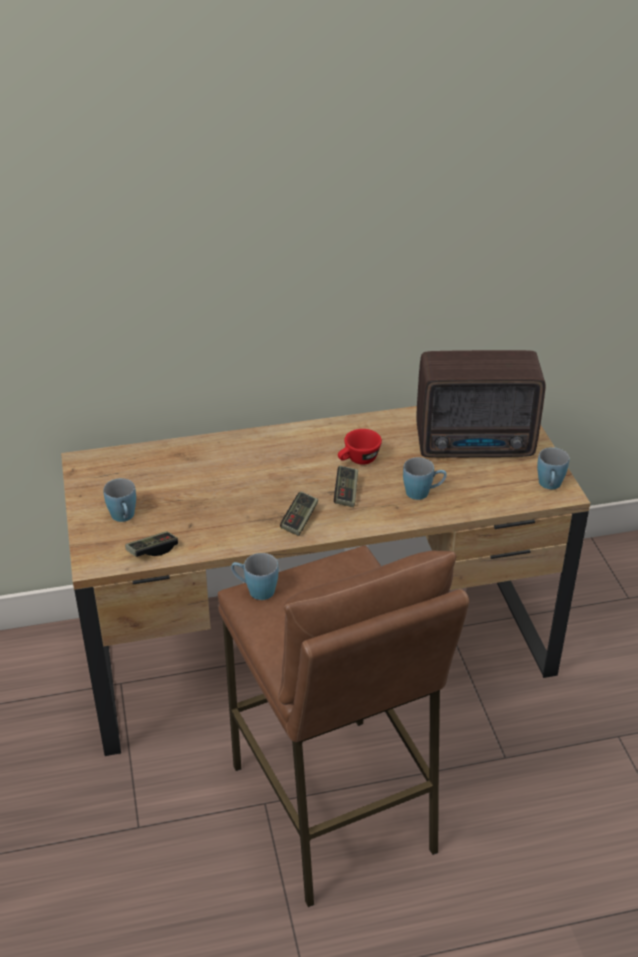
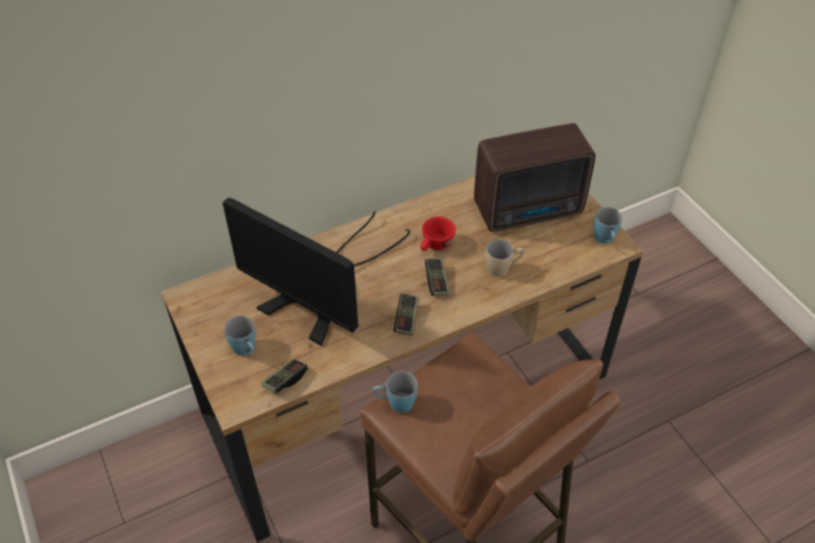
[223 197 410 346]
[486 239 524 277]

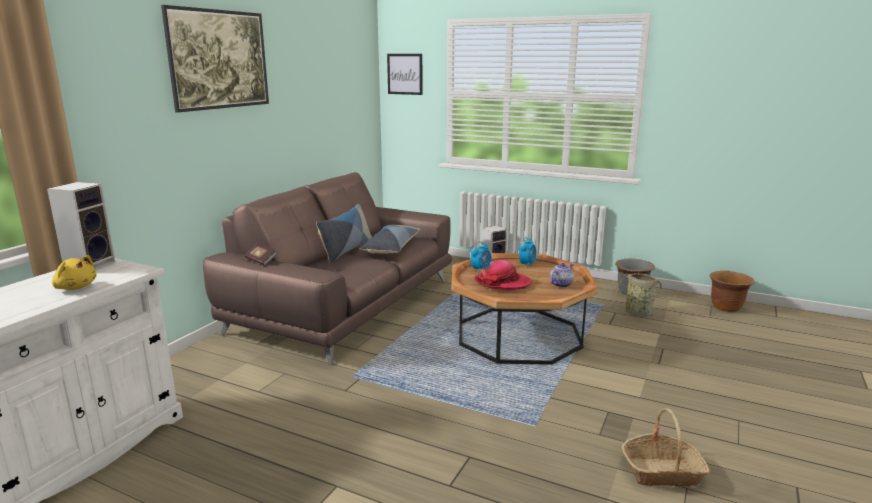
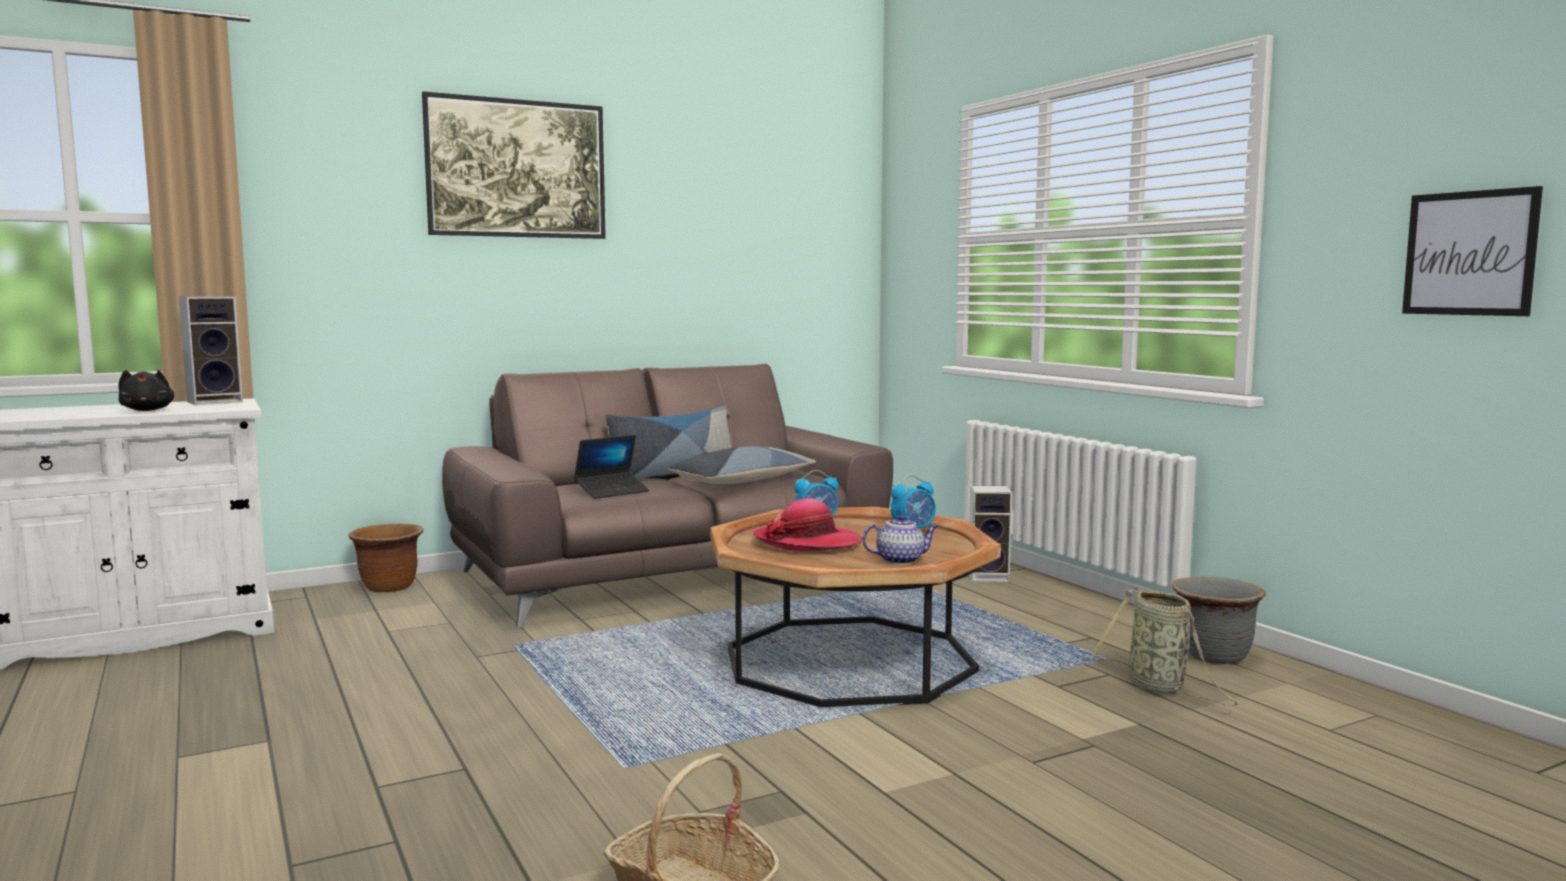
[244 243 277 266] (first image)
[574 435 649 499]
[1402 186 1543 316]
[348 524 424 592]
[118 370 174 411]

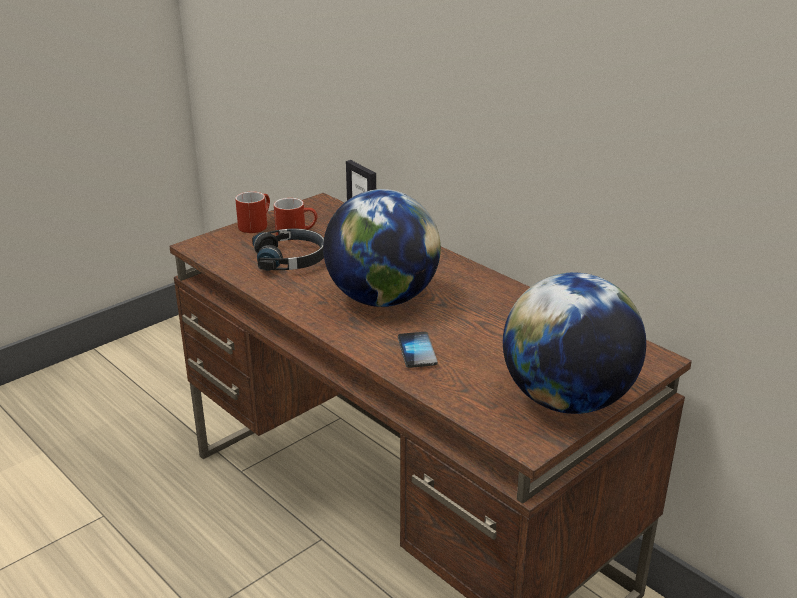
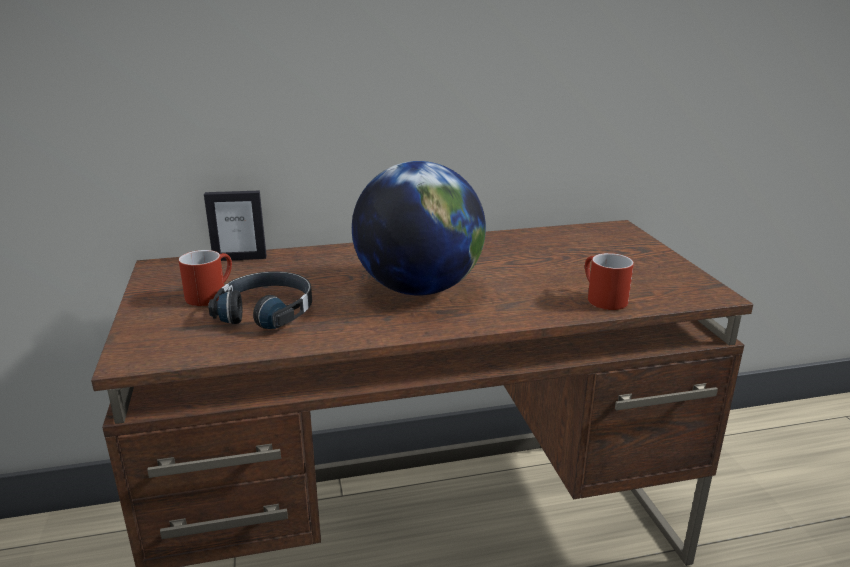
[398 332 438 368] (first image)
[503 273 646 414] (first image)
[585 253 634 310]

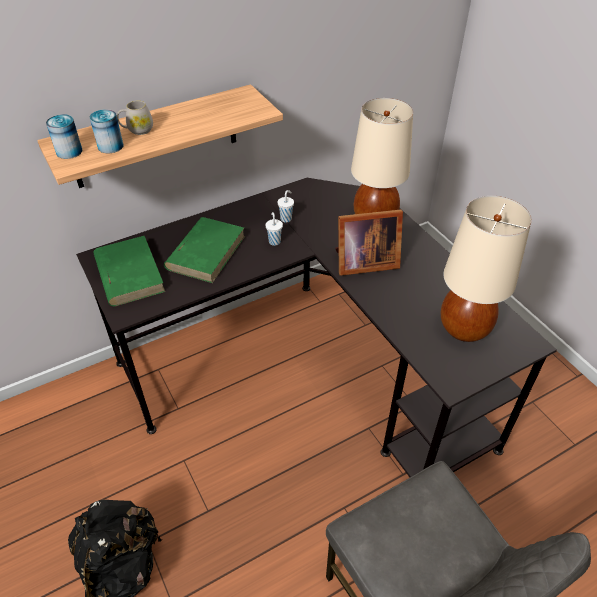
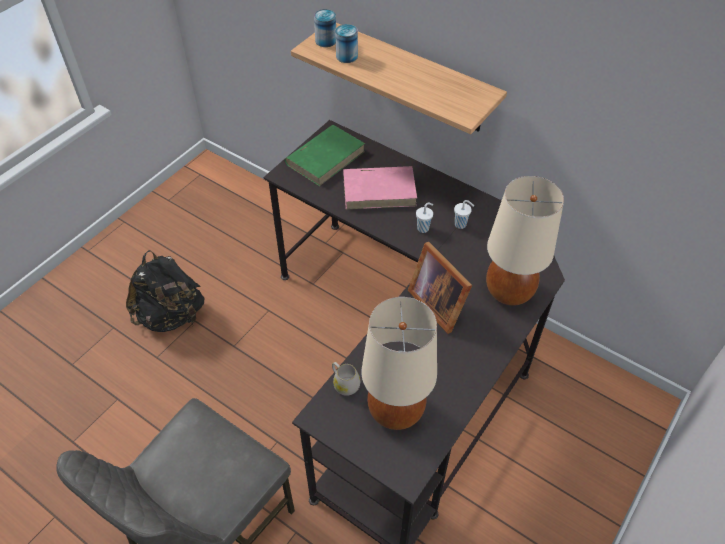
[332 362 360 396]
[343 166 417 210]

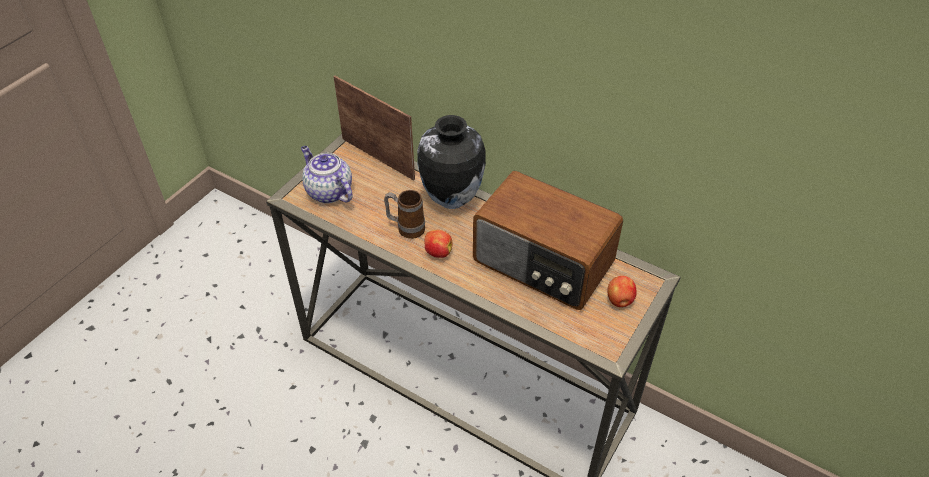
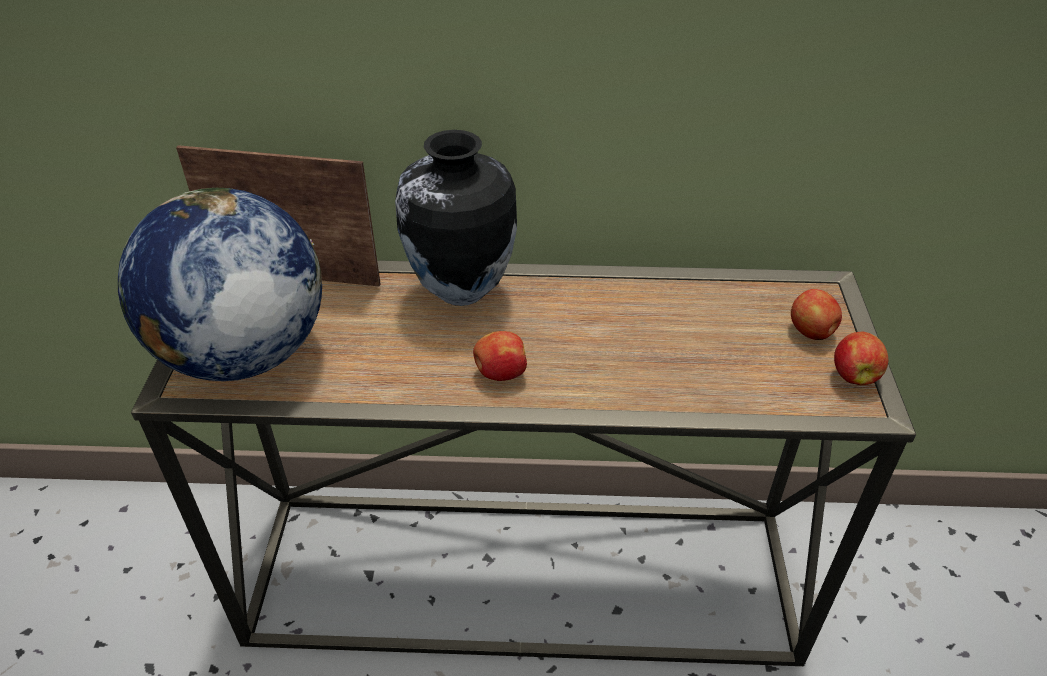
[384 190 425 239] (first image)
[473 171 623 310] (first image)
[834 332 888 385]
[118 188 322 381]

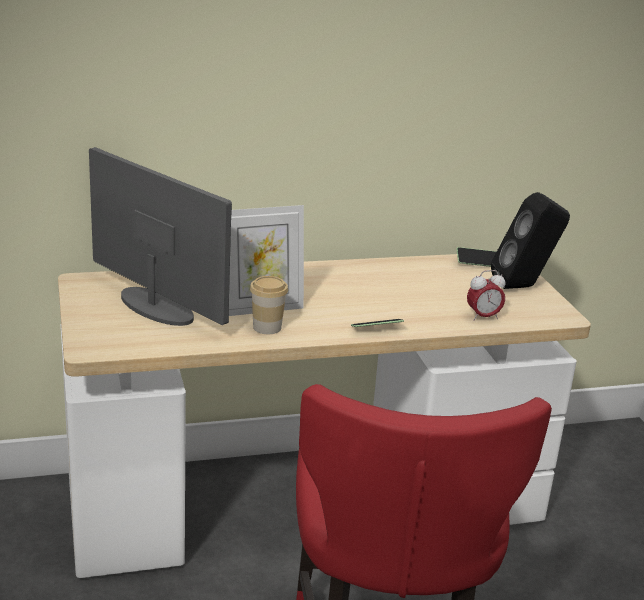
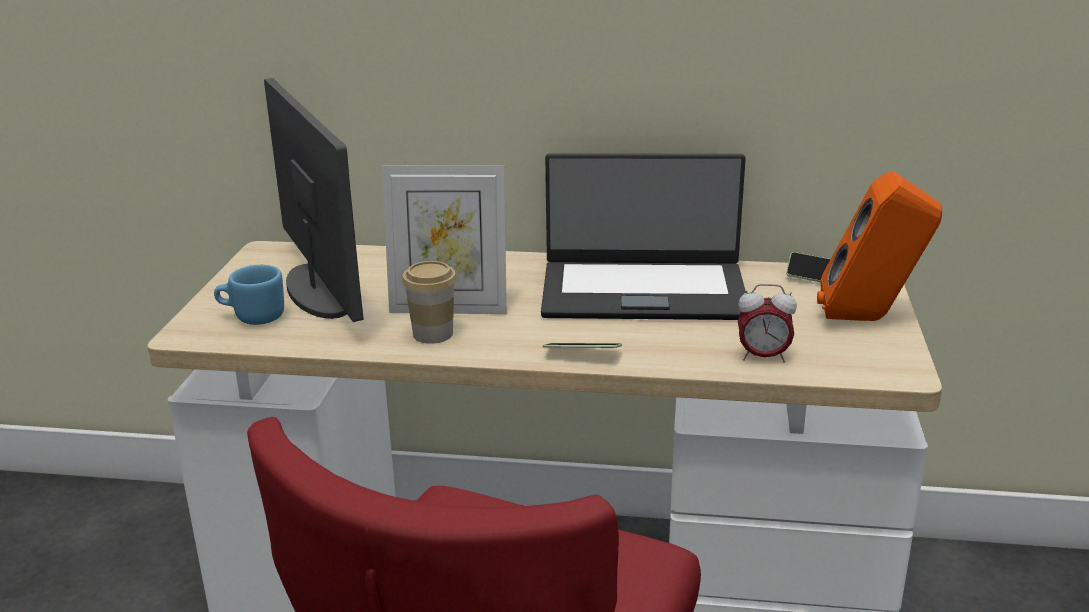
[214 265 284 325]
[541 153 746 320]
[817 171 942 321]

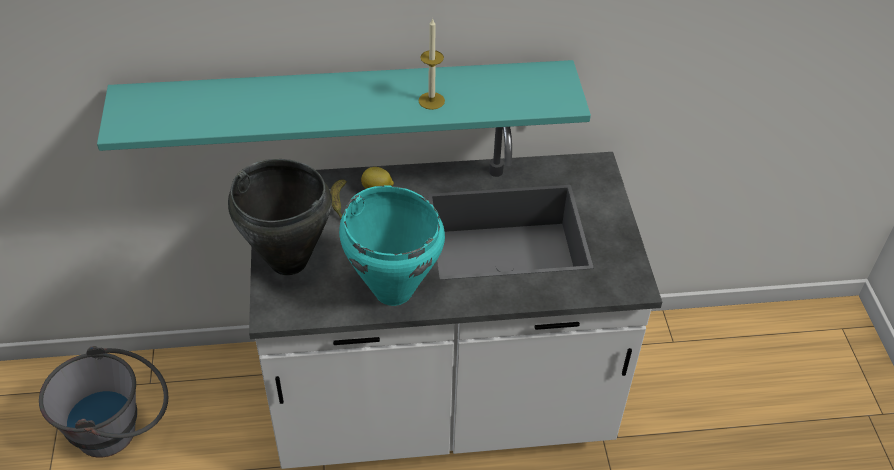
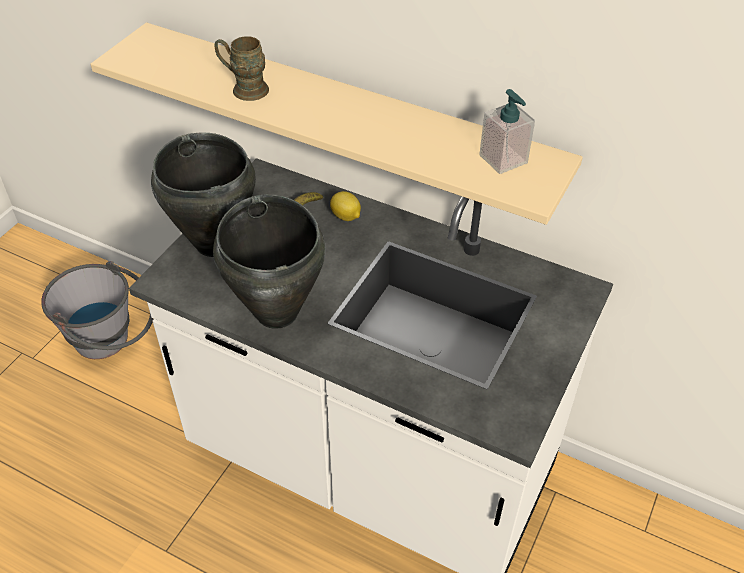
[419 18 445 110] (first image)
[214 36 269 101]
[479 89 535 174]
[91 22 583 225]
[213 194 326 329]

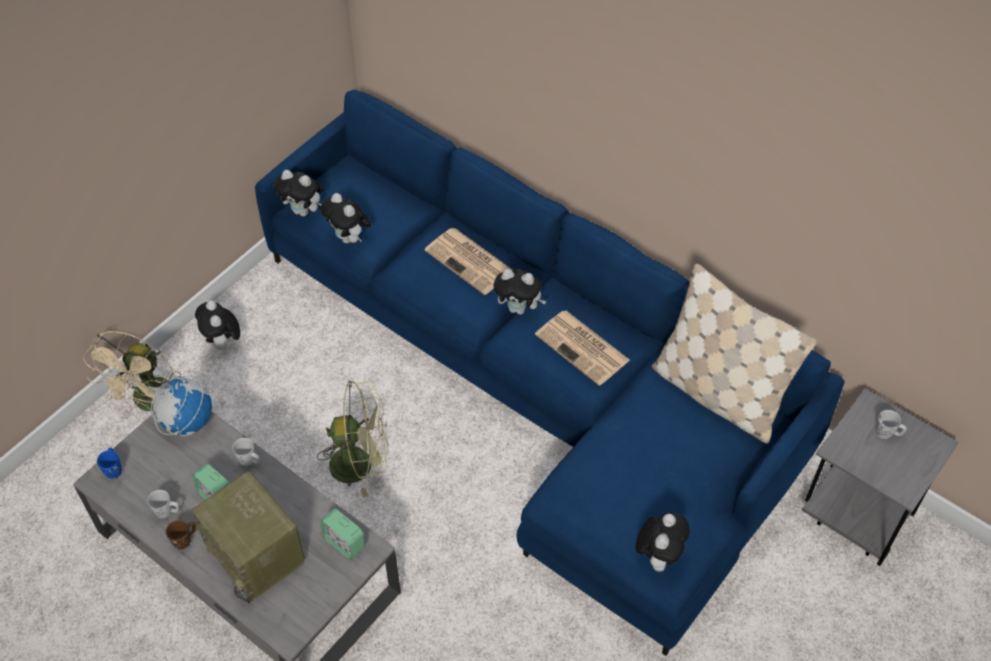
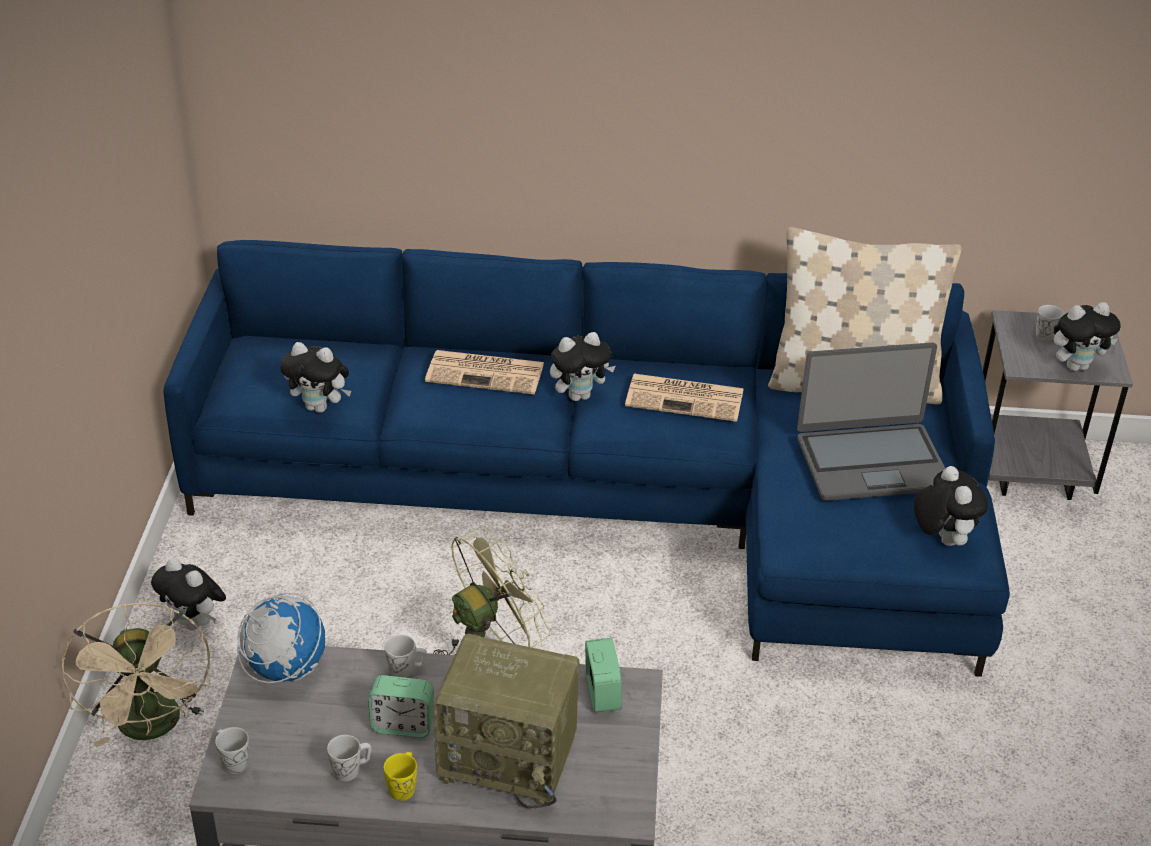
[797 343 946 501]
[1054 302 1121 371]
[215 727 249 774]
[384 752 417 801]
[585 638 621 712]

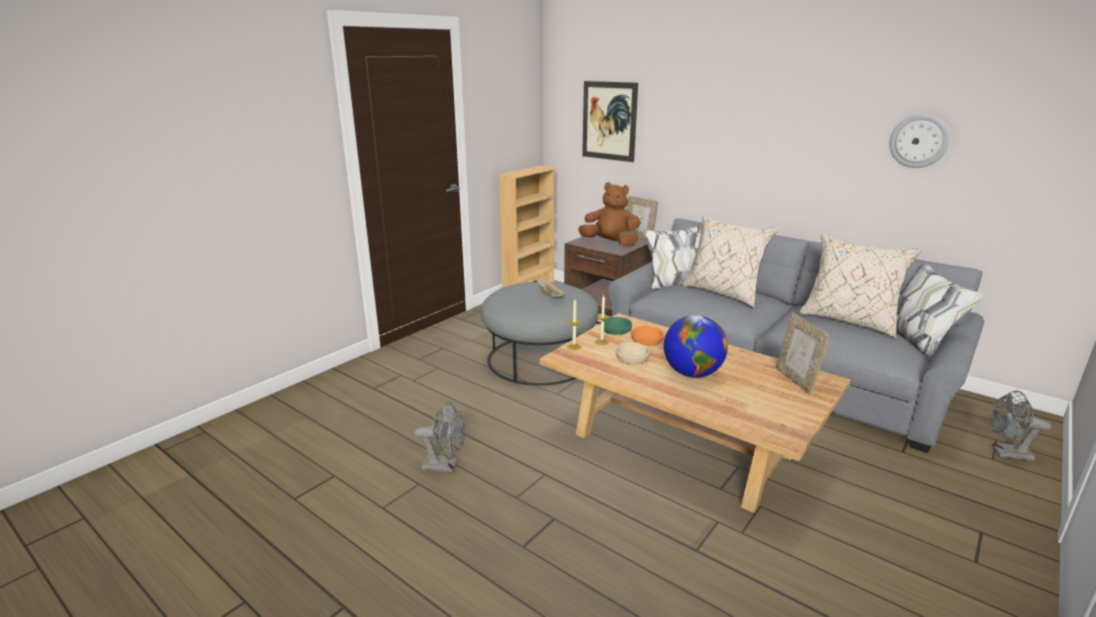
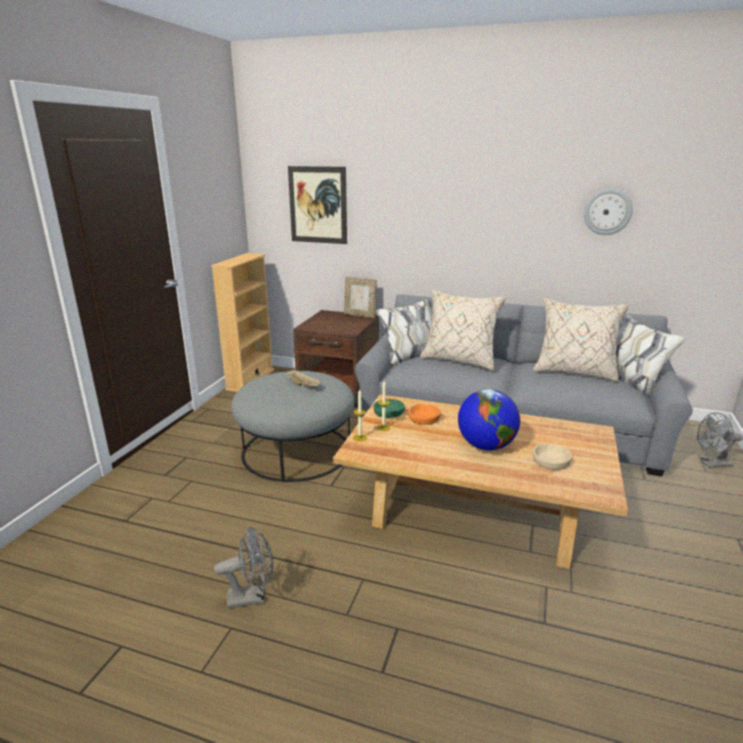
[578 182 641 246] (first image)
[776 313 830 395] (first image)
[533 443 572 470]

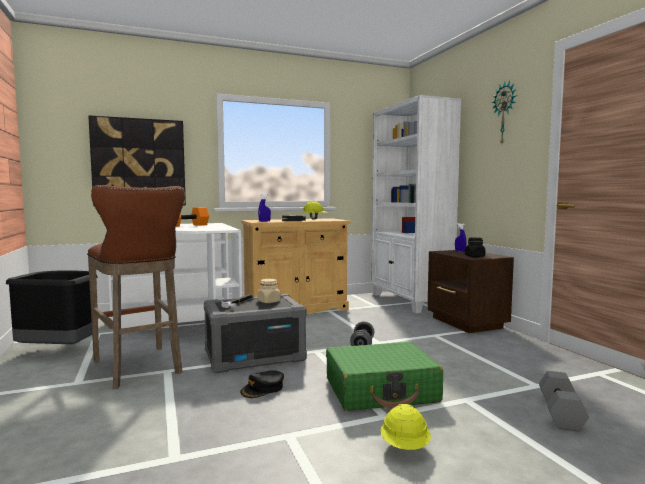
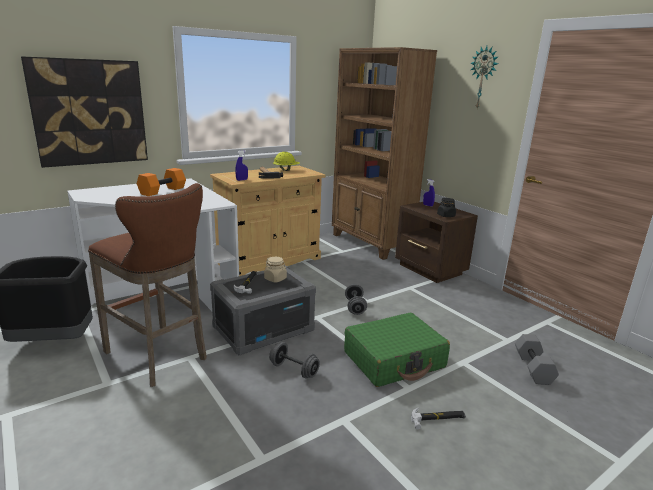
[269 342 320 378]
[411 408 466 429]
[332 47 437 260]

